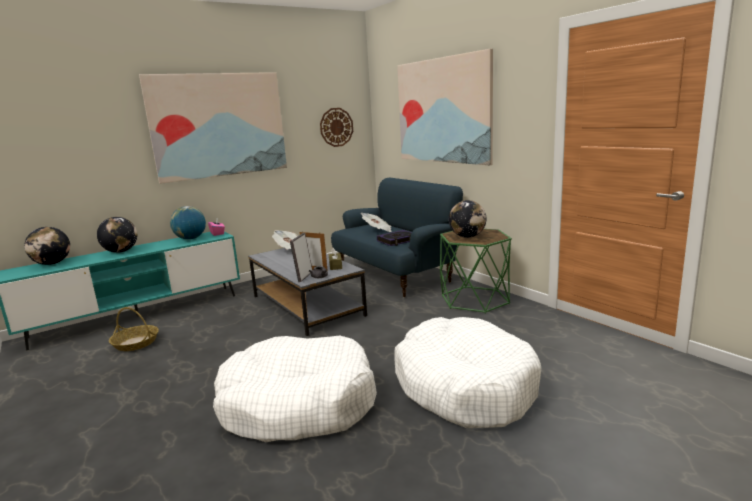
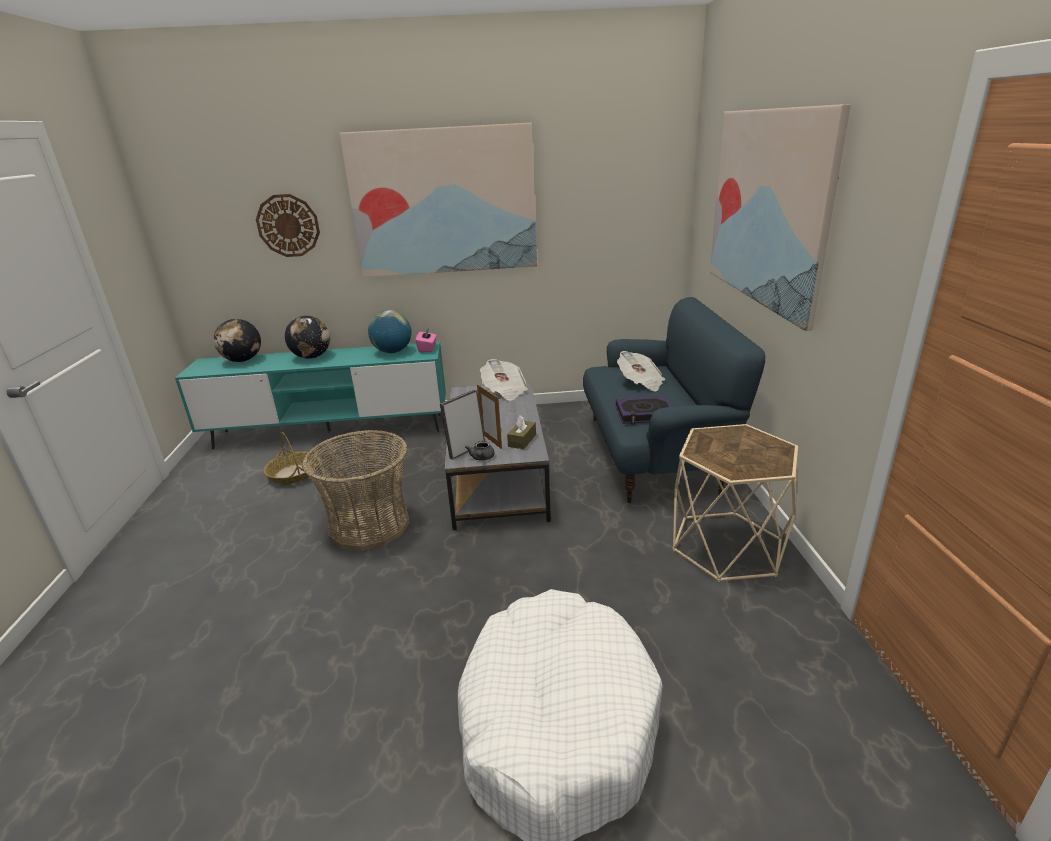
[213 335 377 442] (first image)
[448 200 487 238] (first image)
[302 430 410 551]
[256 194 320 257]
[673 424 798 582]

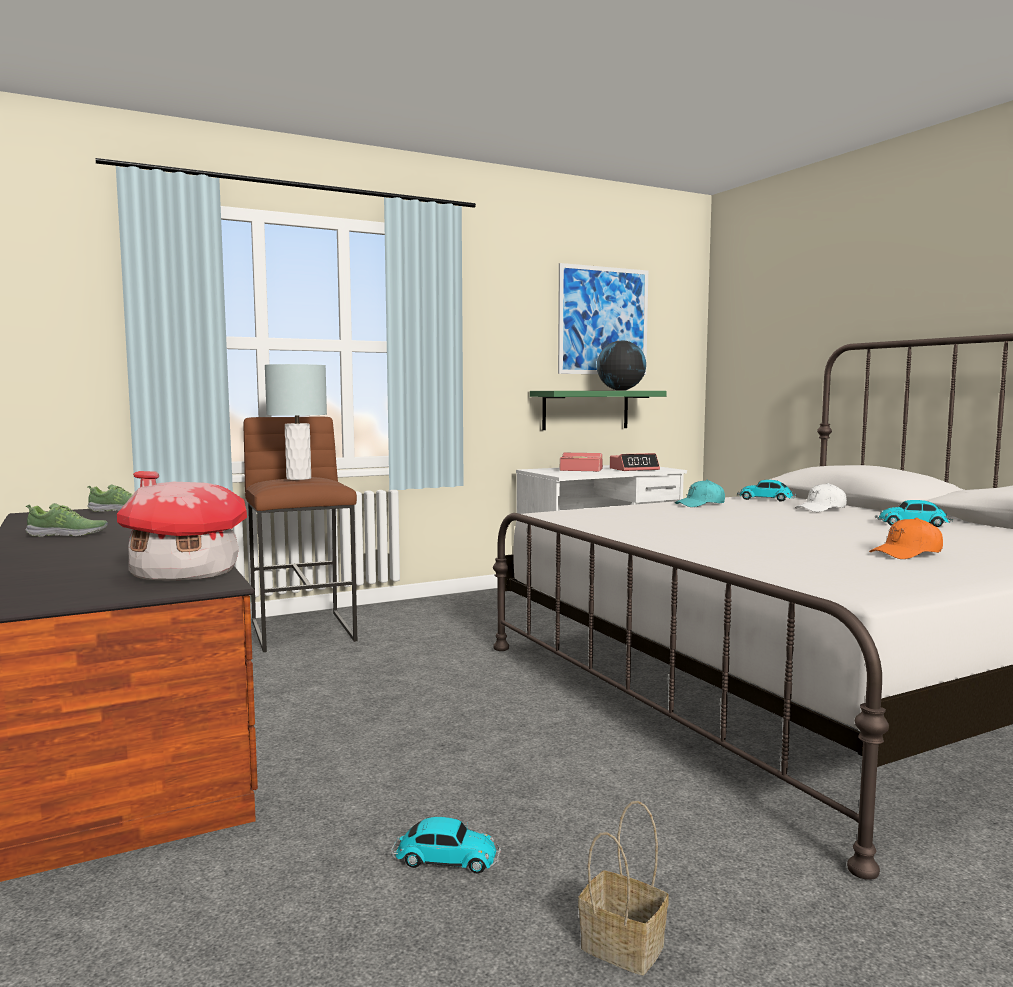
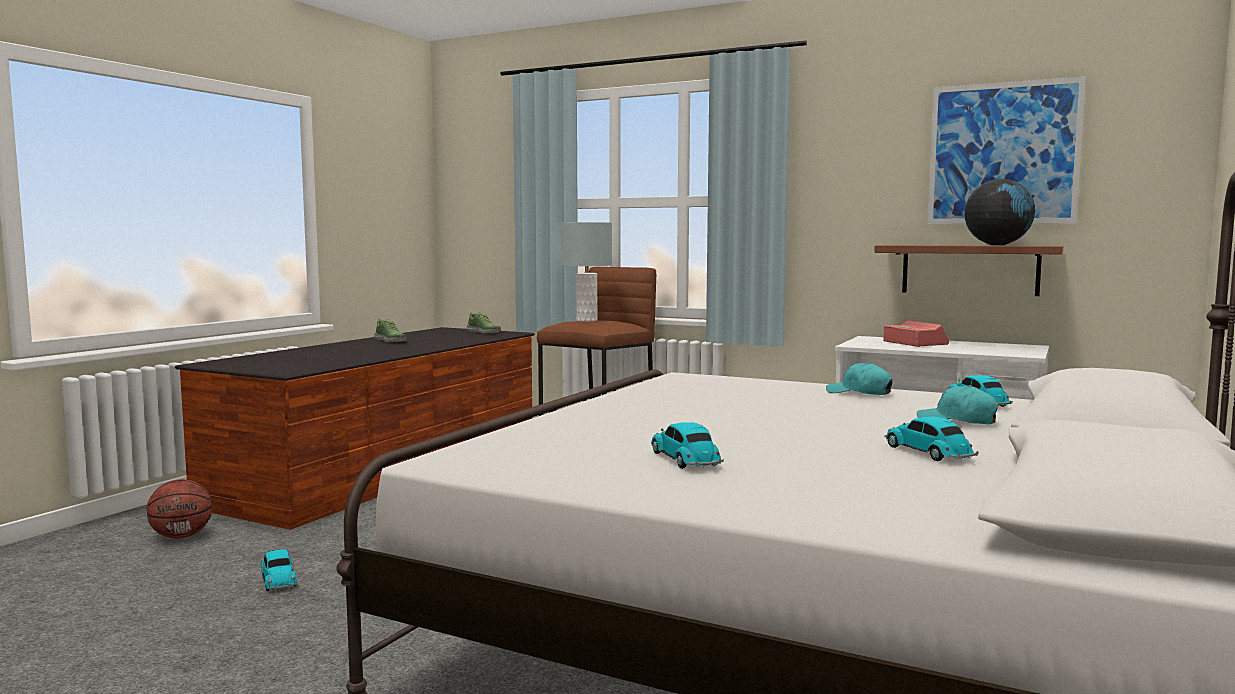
[117 471 247 580] (first image)
[578 801 669 975] (first image)
[610 453 660 471] (first image)
[147 479 212 539]
[651 422 724 469]
[874 245 1064 296]
[917 385 998 424]

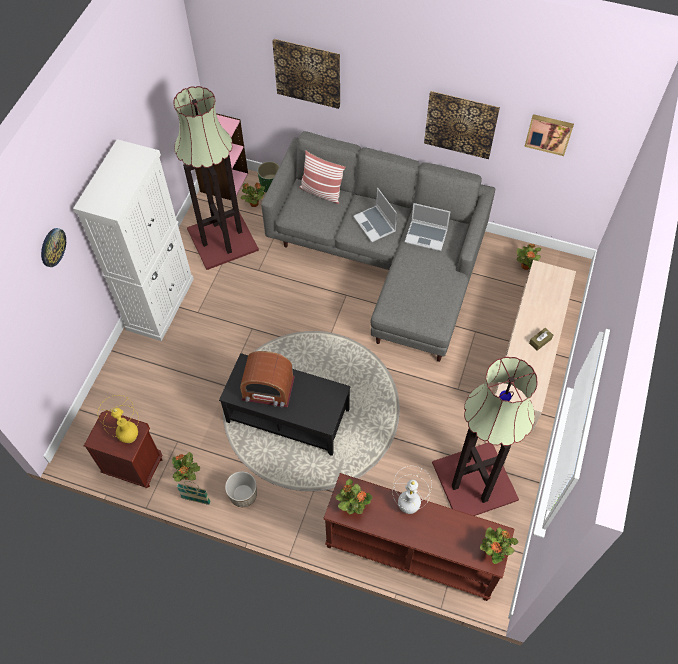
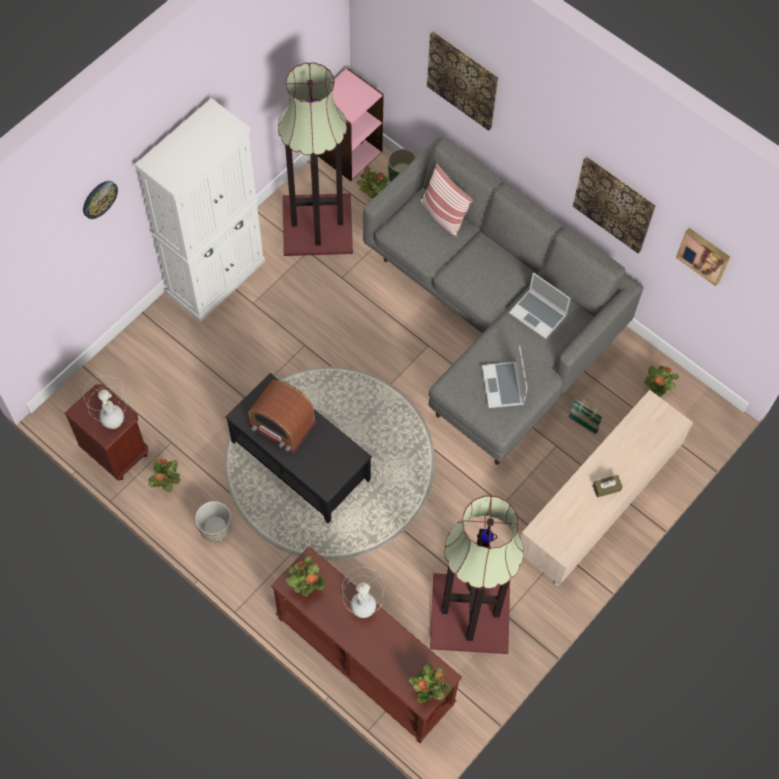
[568 399 603 435]
[482 346 527 408]
[83 376 127 429]

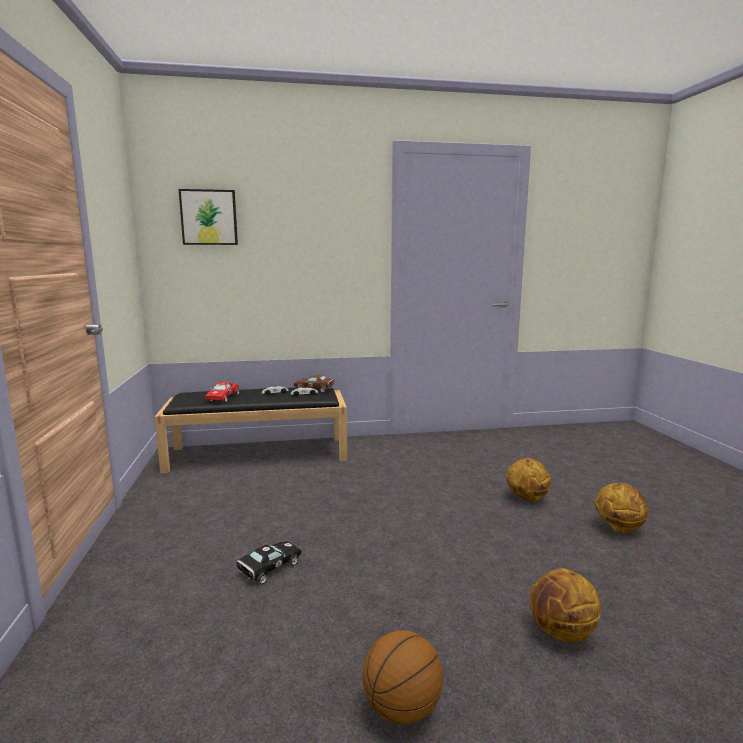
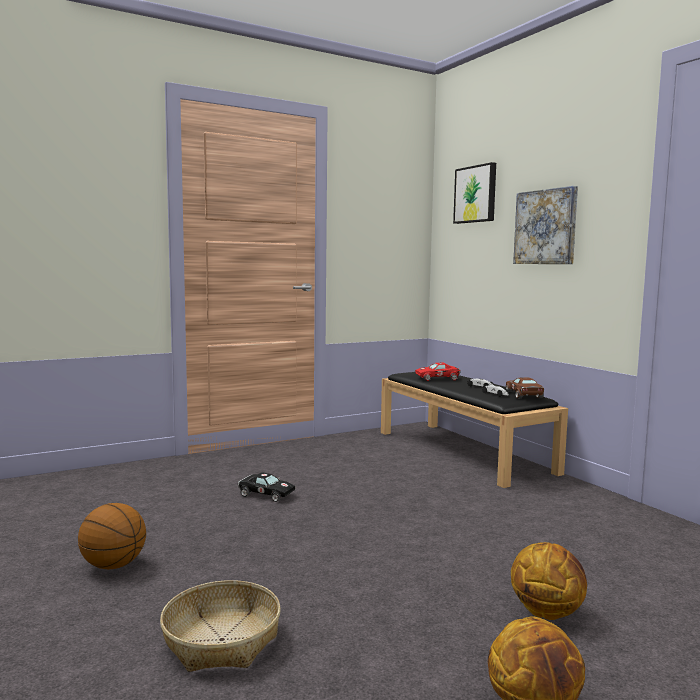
[513 186 578 264]
[160 580 281 672]

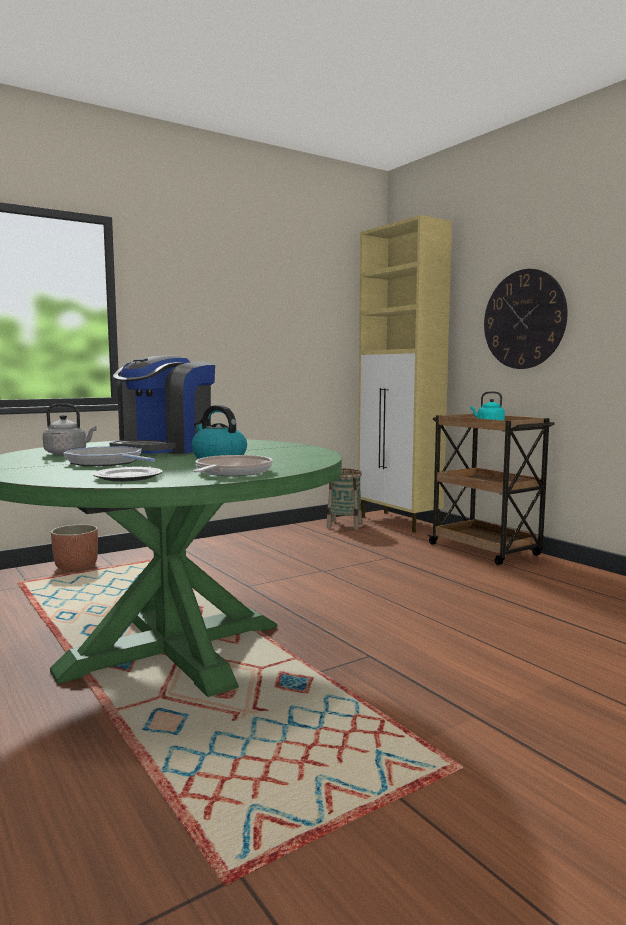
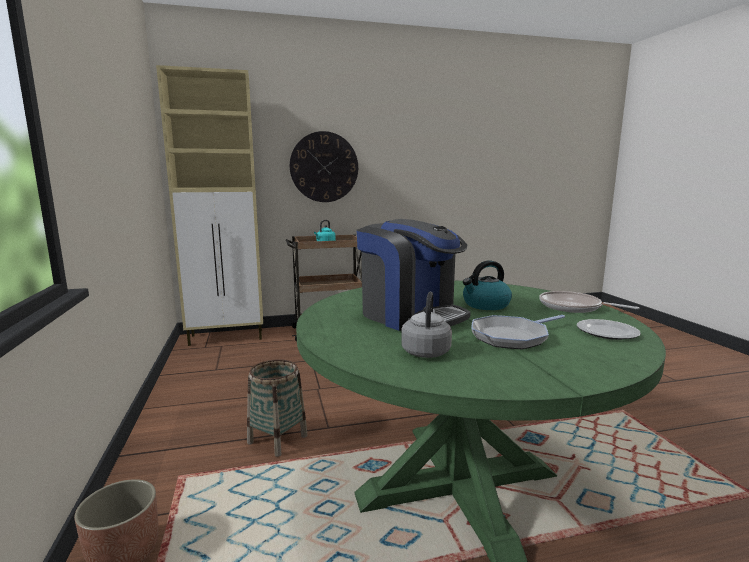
[247 359 308 457]

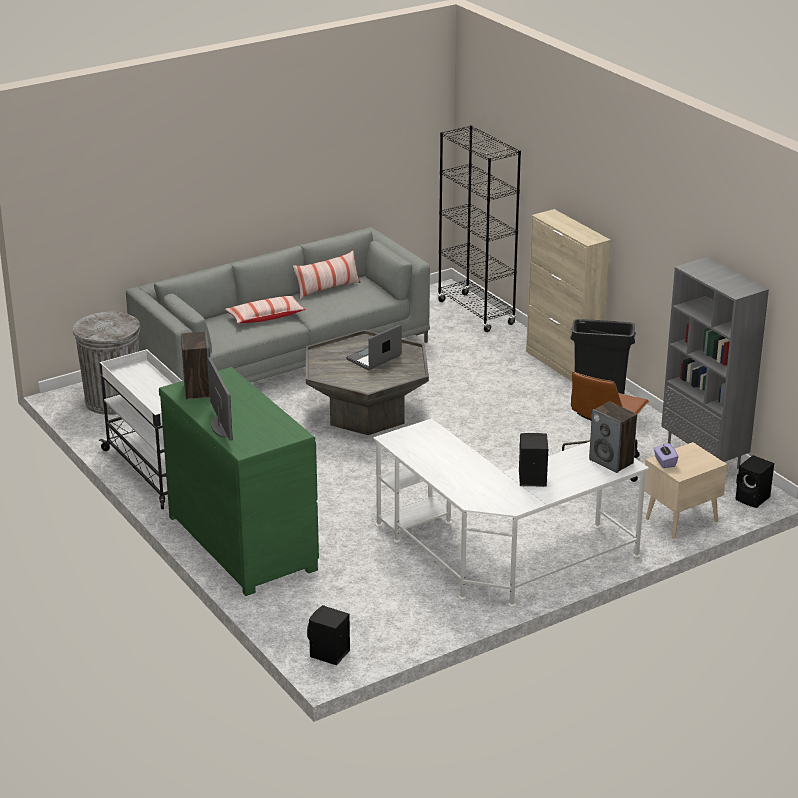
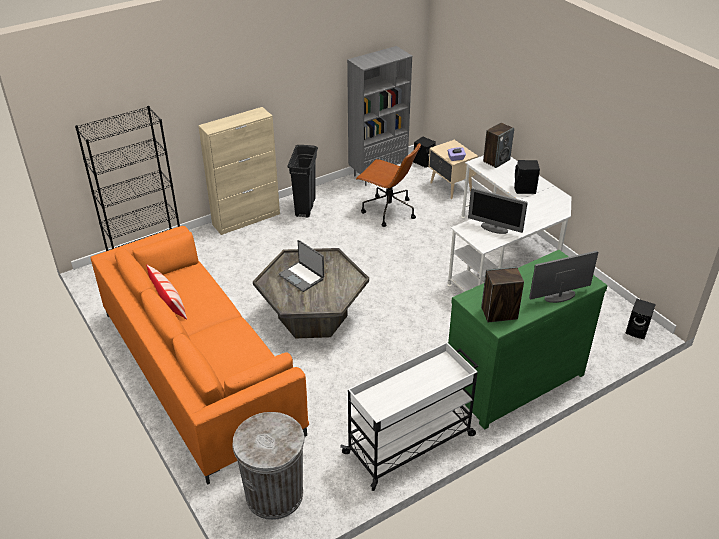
[225 296 306 324] (first image)
[468 188 528 234]
[91 226 309 485]

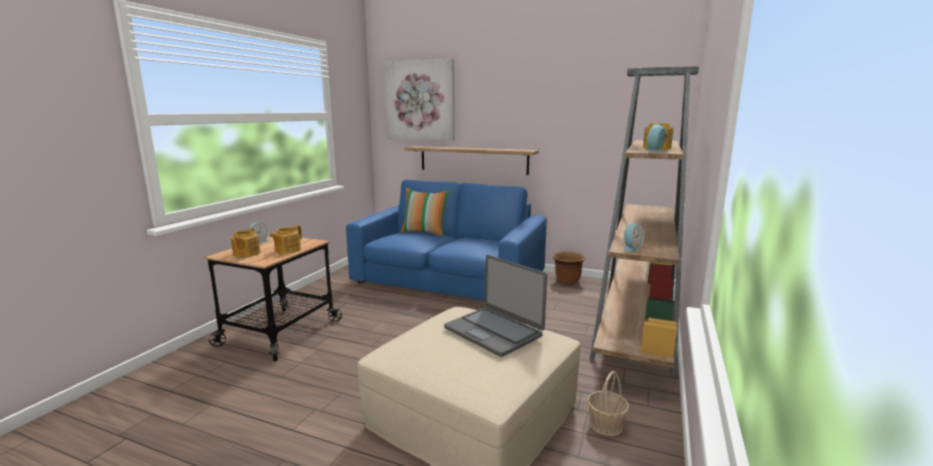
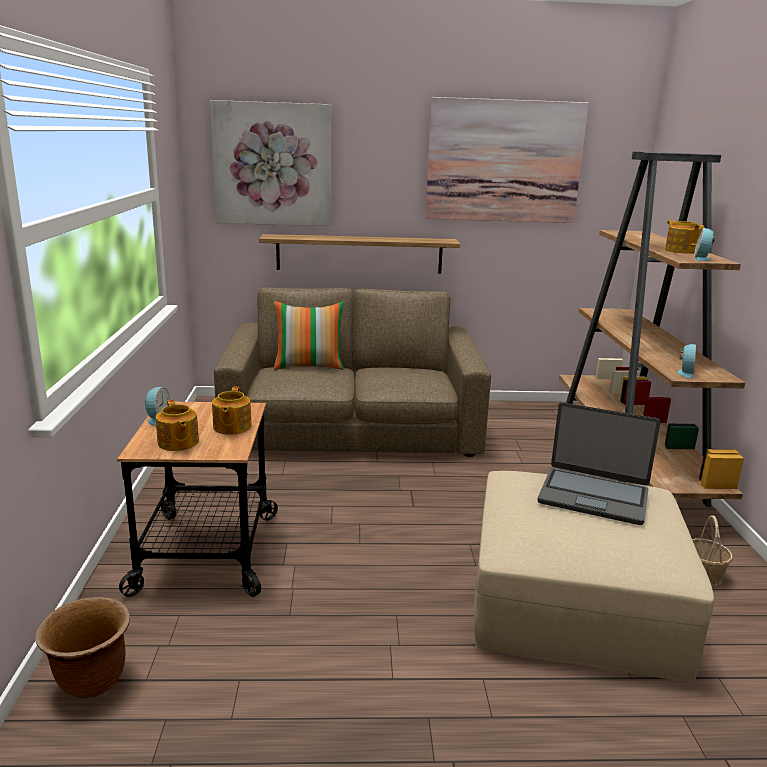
[425 97 589 223]
[35 597 130 698]
[214 288 491 457]

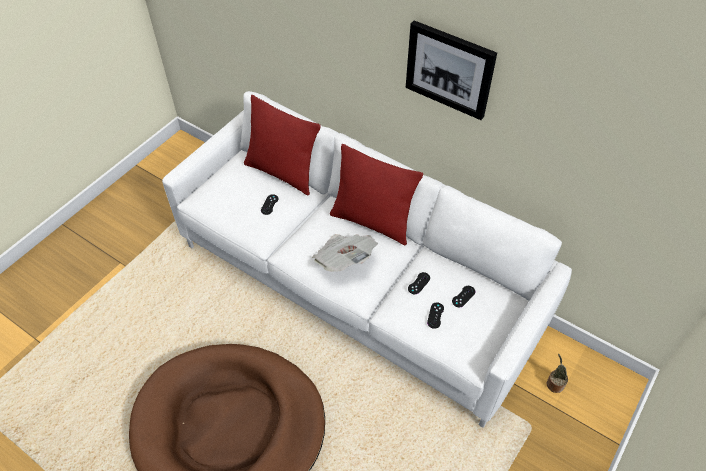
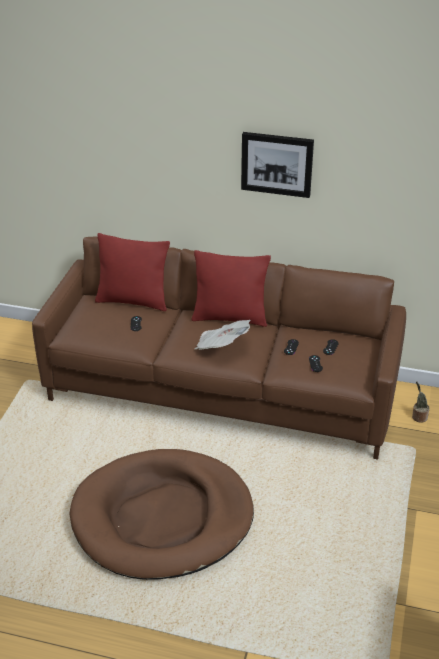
[32 237 406 460]

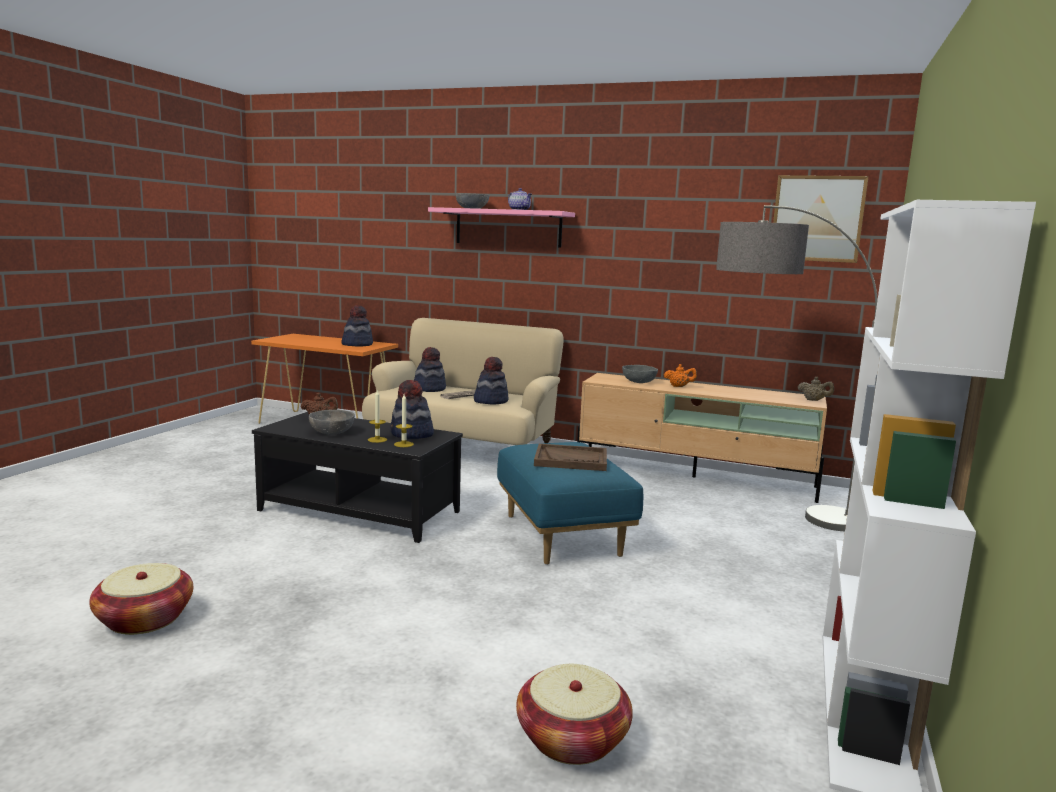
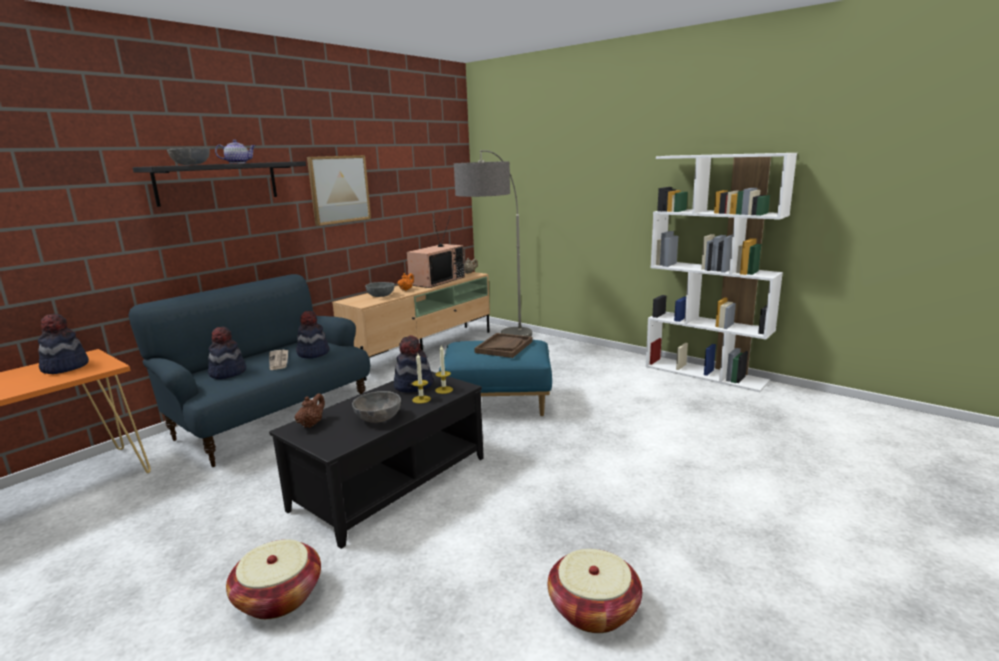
[406 216 465 288]
[226 539 321 619]
[307 155 371 226]
[129 274 370 467]
[133 161 306 207]

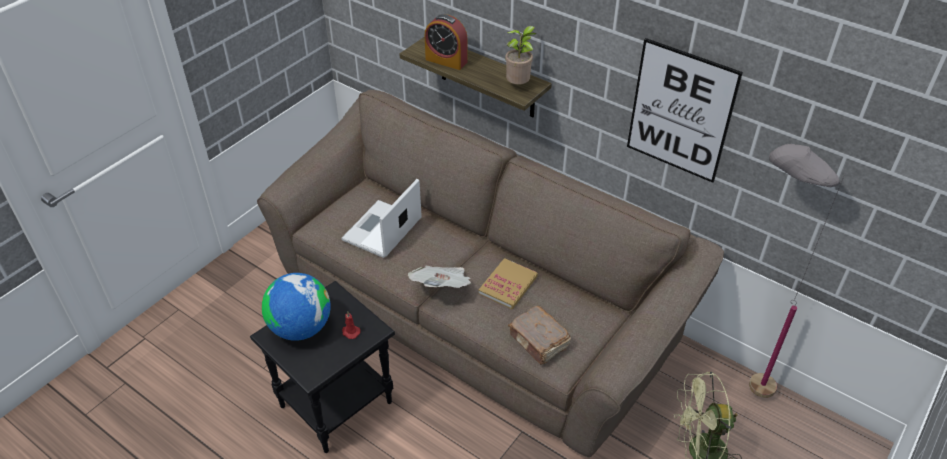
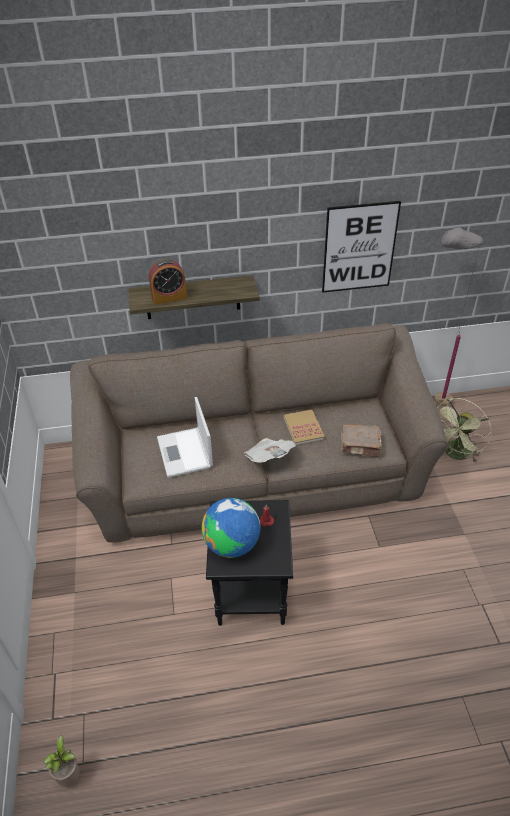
[43 734 80 787]

